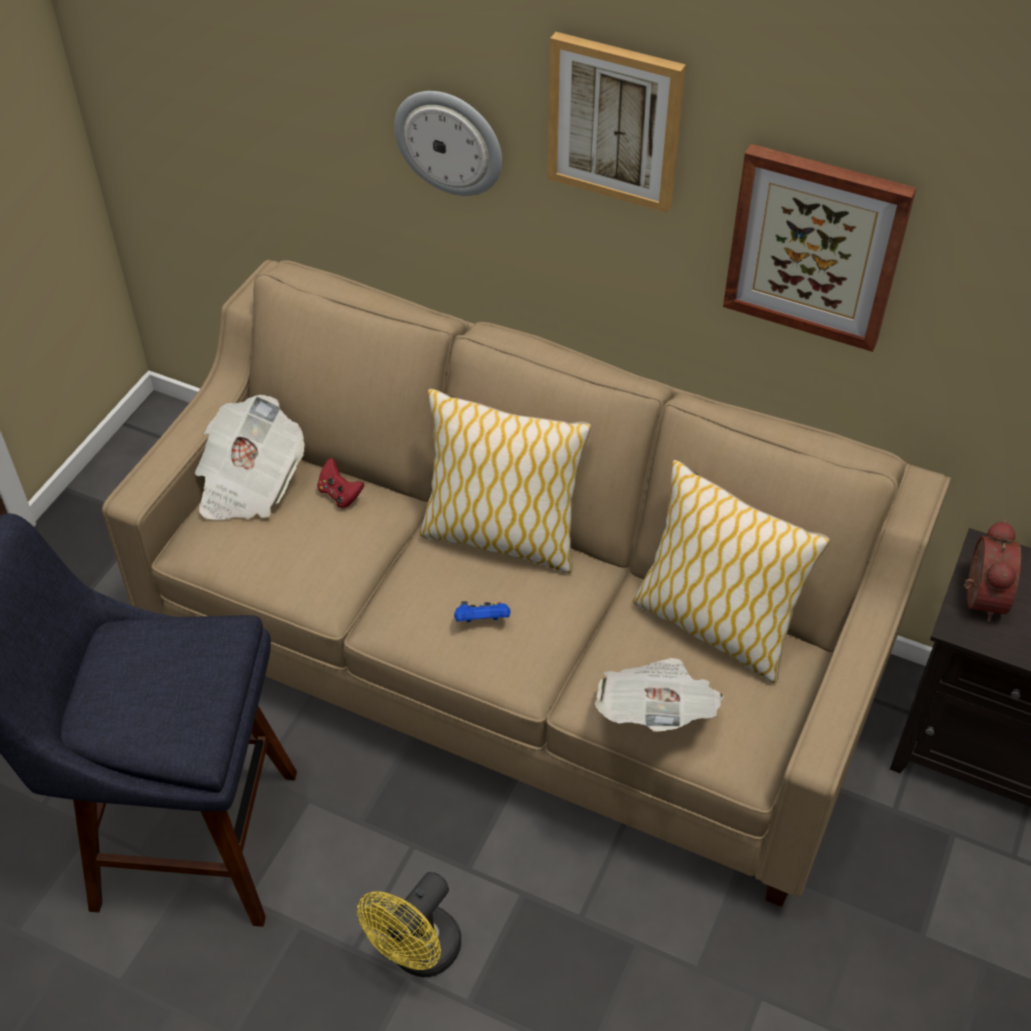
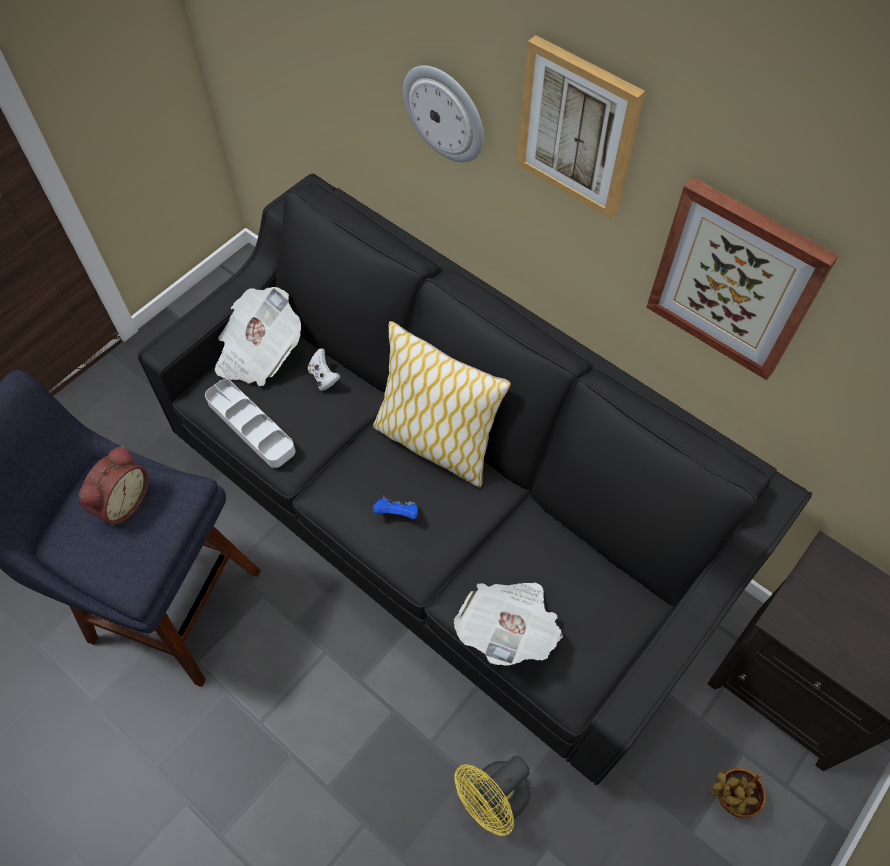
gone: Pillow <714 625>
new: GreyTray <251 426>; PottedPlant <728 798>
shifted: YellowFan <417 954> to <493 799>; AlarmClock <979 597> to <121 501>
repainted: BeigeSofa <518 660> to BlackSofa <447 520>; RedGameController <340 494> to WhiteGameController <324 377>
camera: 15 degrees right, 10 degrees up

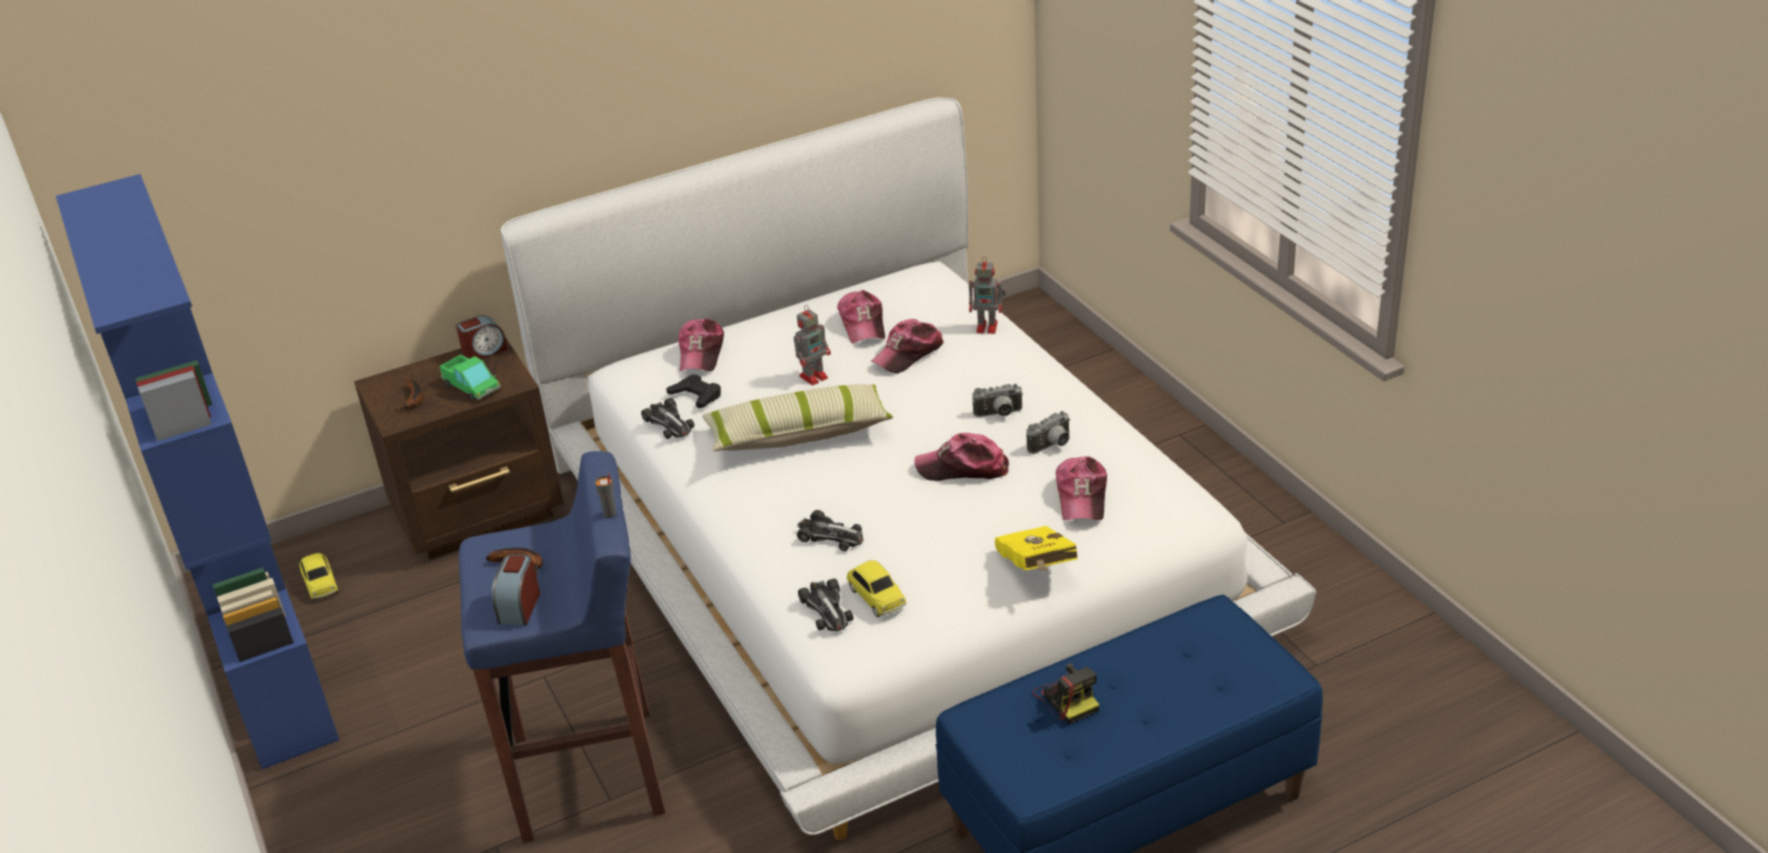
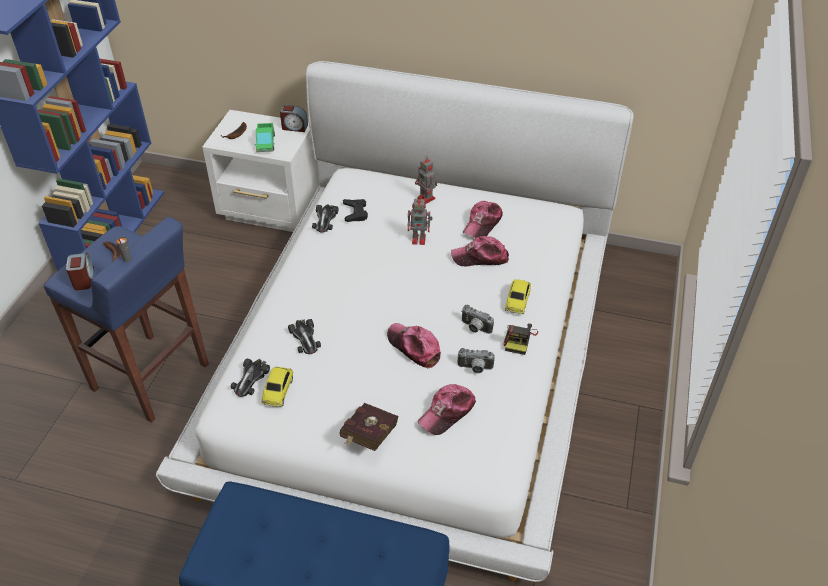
gone: Cap <701 353>; Pillow <798 434>
shifted: ToyCar <320 583> to <517 301>; ToyRobot <988 327> to <426 199>; PhotoCamera <1067 698> to <519 339>
repainted: BrownNightstand <481 514> to WhiteNightstand <270 210>; YellowBook <1036 569> to RedBook <368 437>
rotated: AlarmClock <519 606> = <84 278> 120 degrees clockwise
camera: 40 degrees right, 10 degrees up

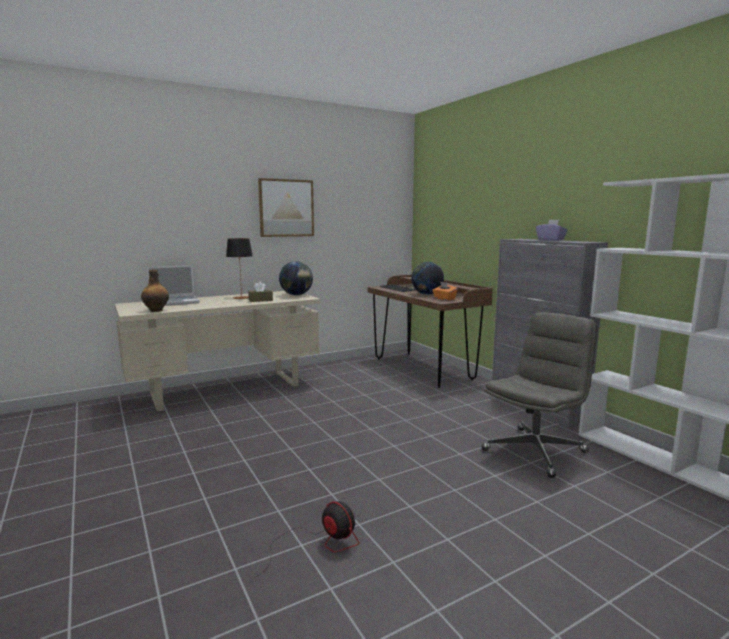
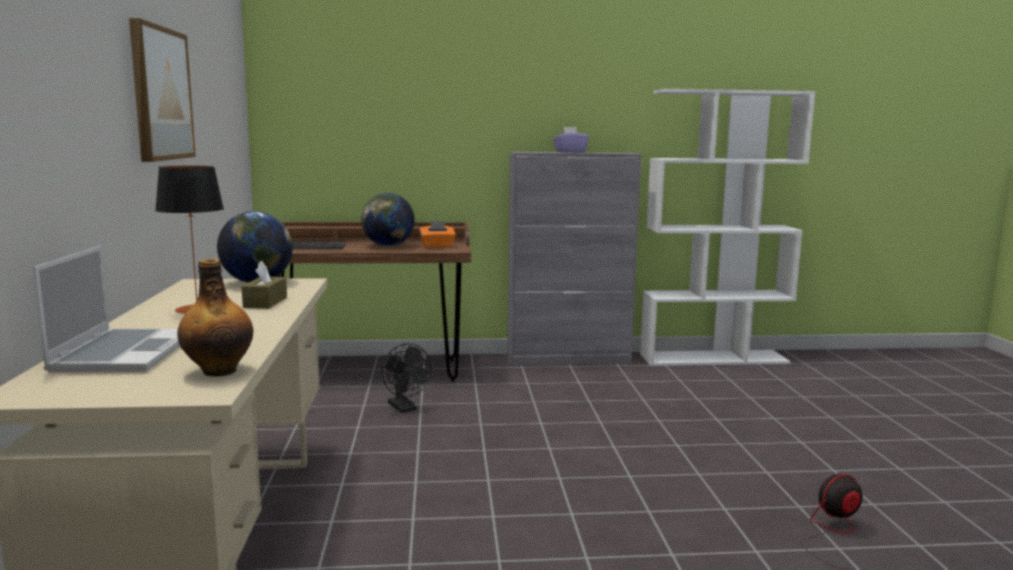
gone: GreyOfficeChair <535 451>
new: BlackFan <405 408>
camera: 65 degrees left, 0 degrees up

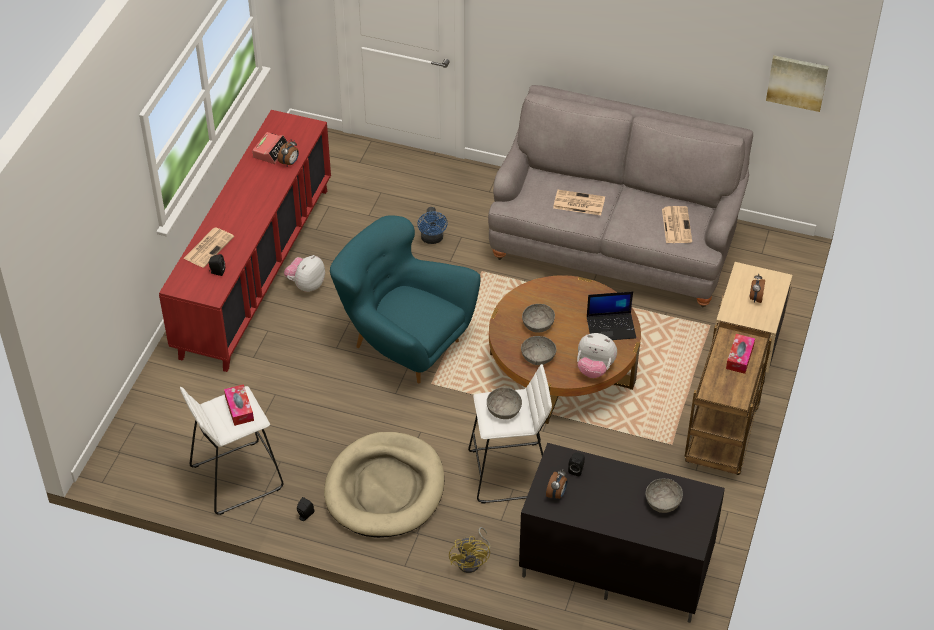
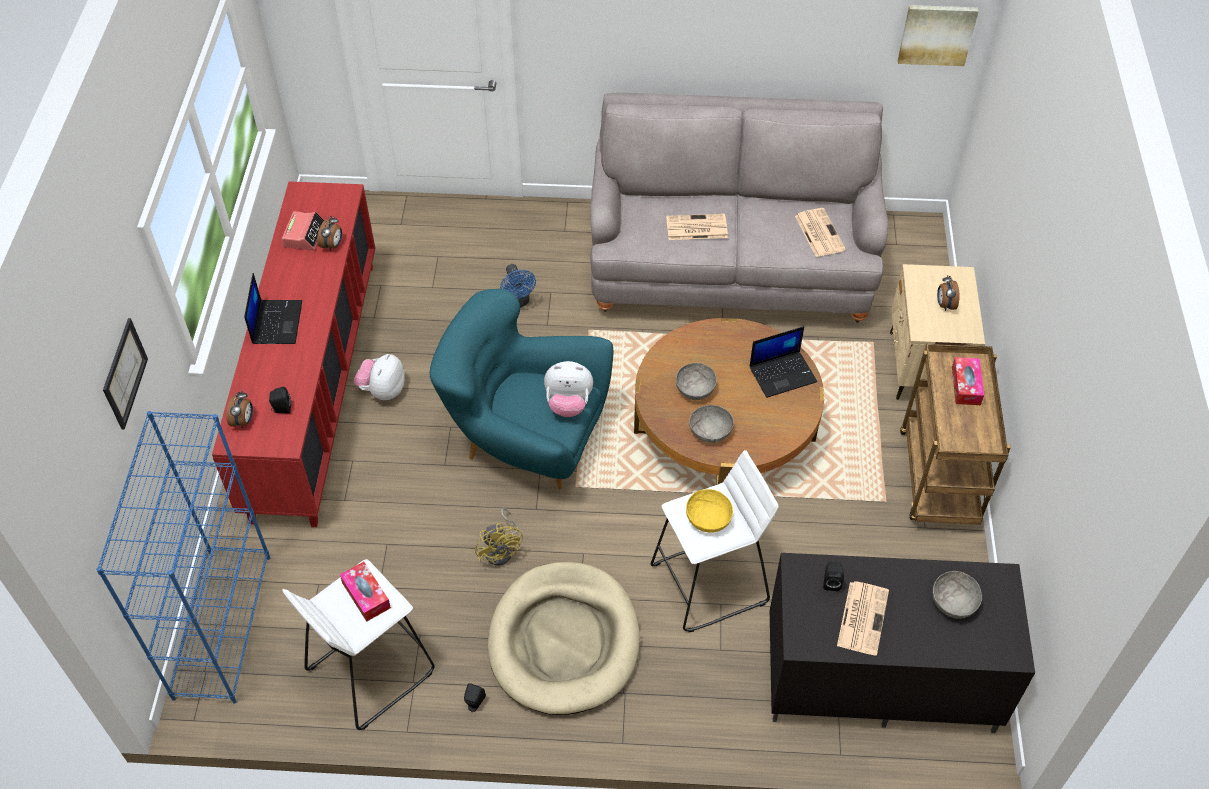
new: BlueBookcase <222 625>; Picture <124 373>; Laptop <276 322>
shifted: Newspaper <209 247> to <862 617>; YellowFan <472 561> to <502 550>; AlarmClock <556 494> to <243 421>; PlushToy <594 368> to <568 404>
repainted: GreyBowl <504 410> to YellowBowl <708 518>
camera: 15 degrees left, 5 degrees up

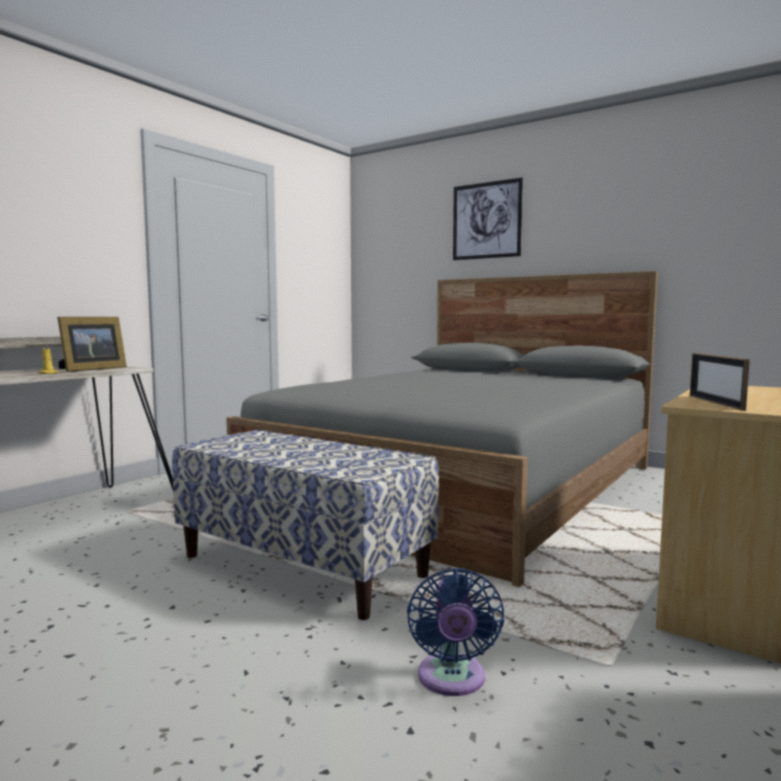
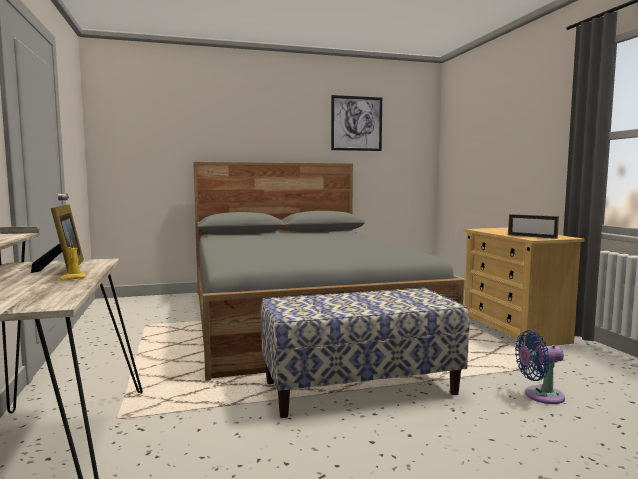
shifted: Picture <486 220> to <356 123>
rotated: BlueFan <451 680> = <540 396> 135 degrees clockwise
camera: 50 degrees left, 0 degrees up

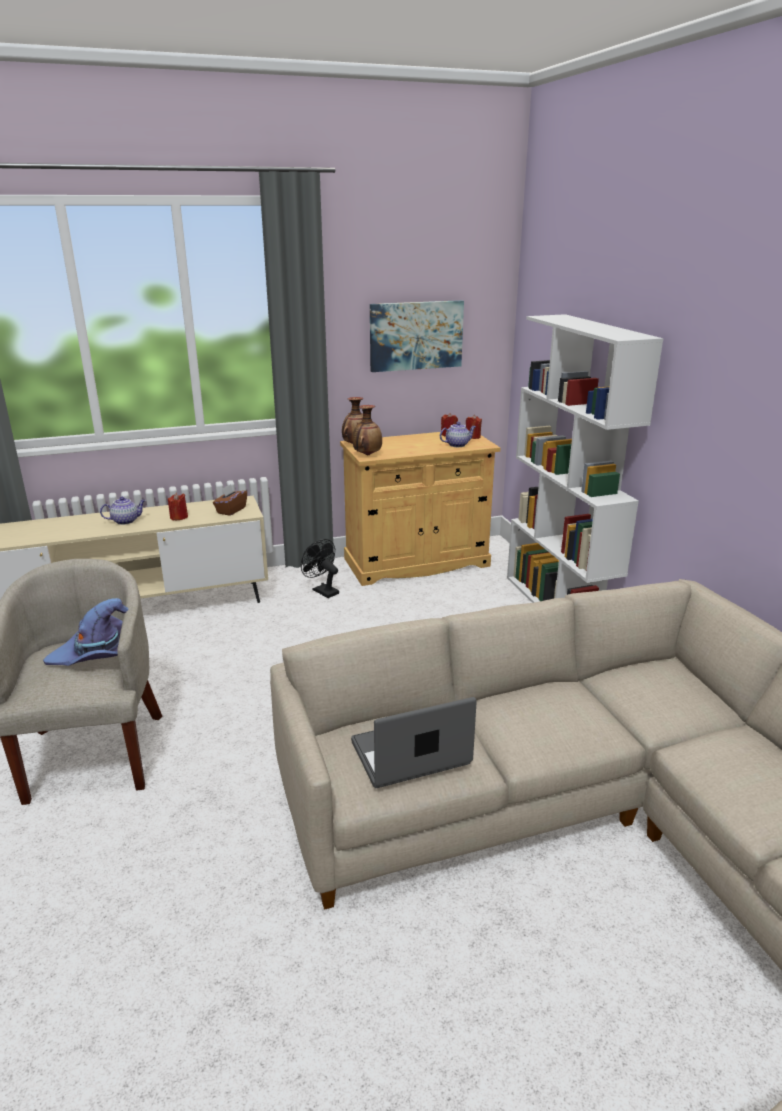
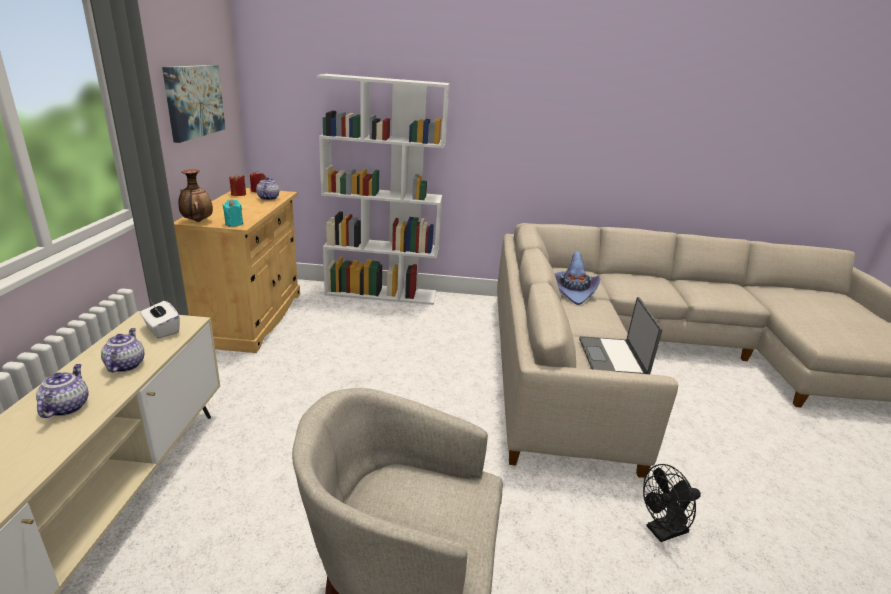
shifted: PurpleHat <97 655> to <573 291>; BlackFan <322 591> to <662 532>
swapped: RedCandle <179 517> to Teapot <125 365>; Vase <367 455> to TurquoiseCandle <234 224>
repainted: BrownTissueBox <231 510> to WhiteTissueBox <162 330>
camera: 70 degrees left, 0 degrees up

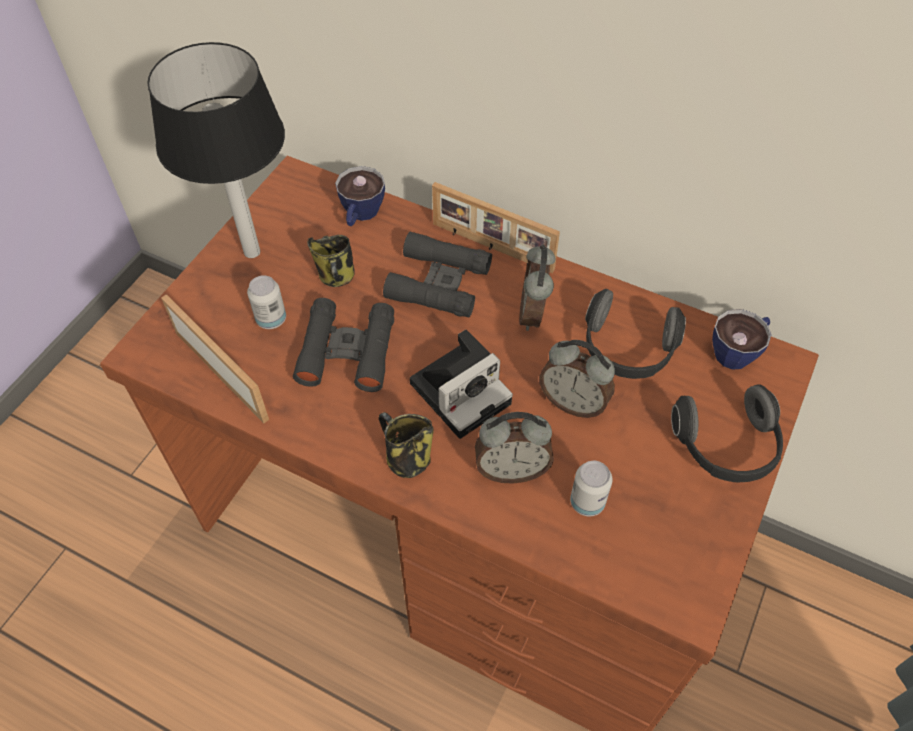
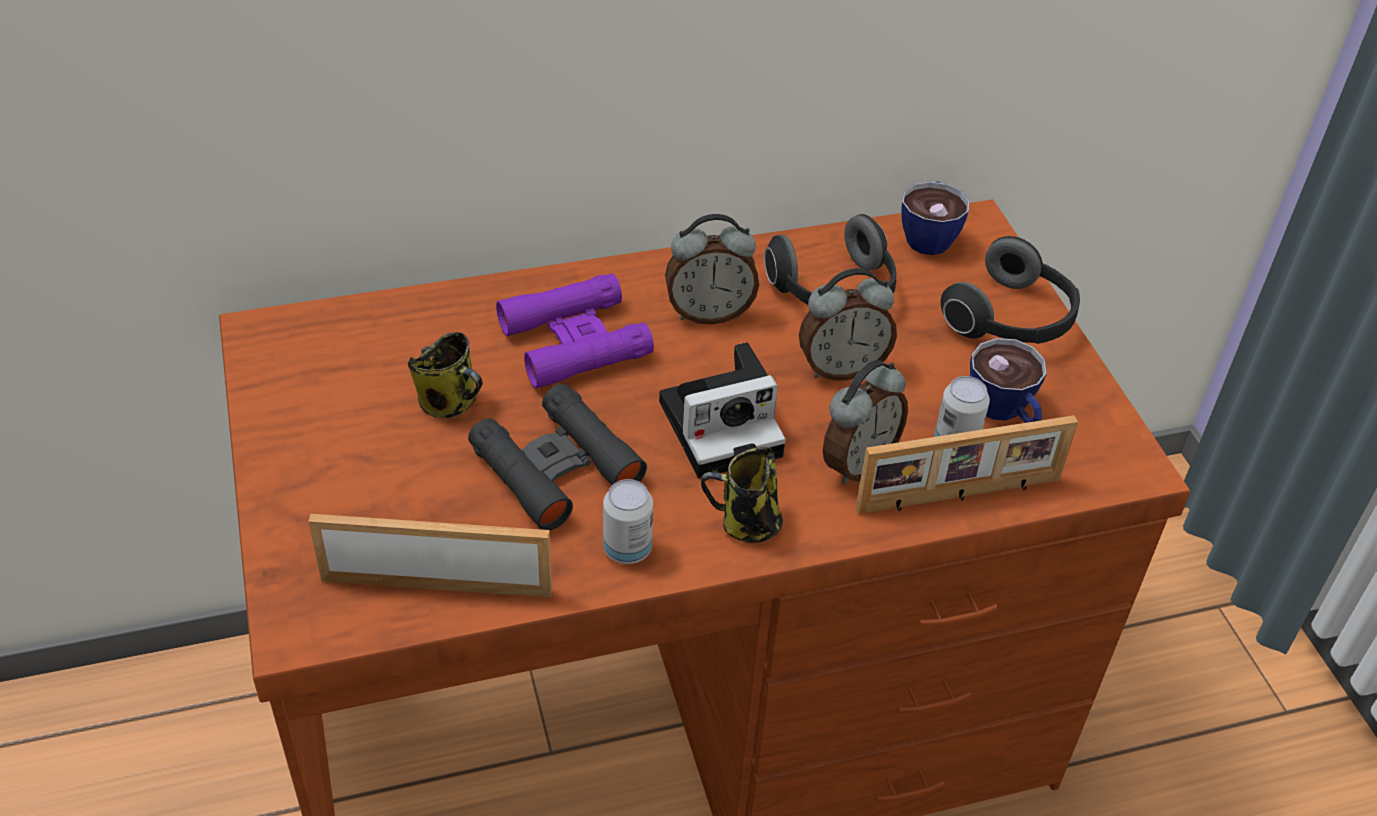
gone: TableLamp <253 251>
shifted: Can <271 319> to <627 549>; Cup <360 215> to <1005 412>; PictureFrame <491 248> to <959 496>
repainted: BlackBinoculars <438 283> to PurpleBinoculars <574 341>
rotated: PhotoCamera <462 390> = <724 426> 60 degrees clockwise; AlarmClock <534 314> = <709 313> 60 degrees counterclockwise
camera: 45 degrees left, 10 degrees down

